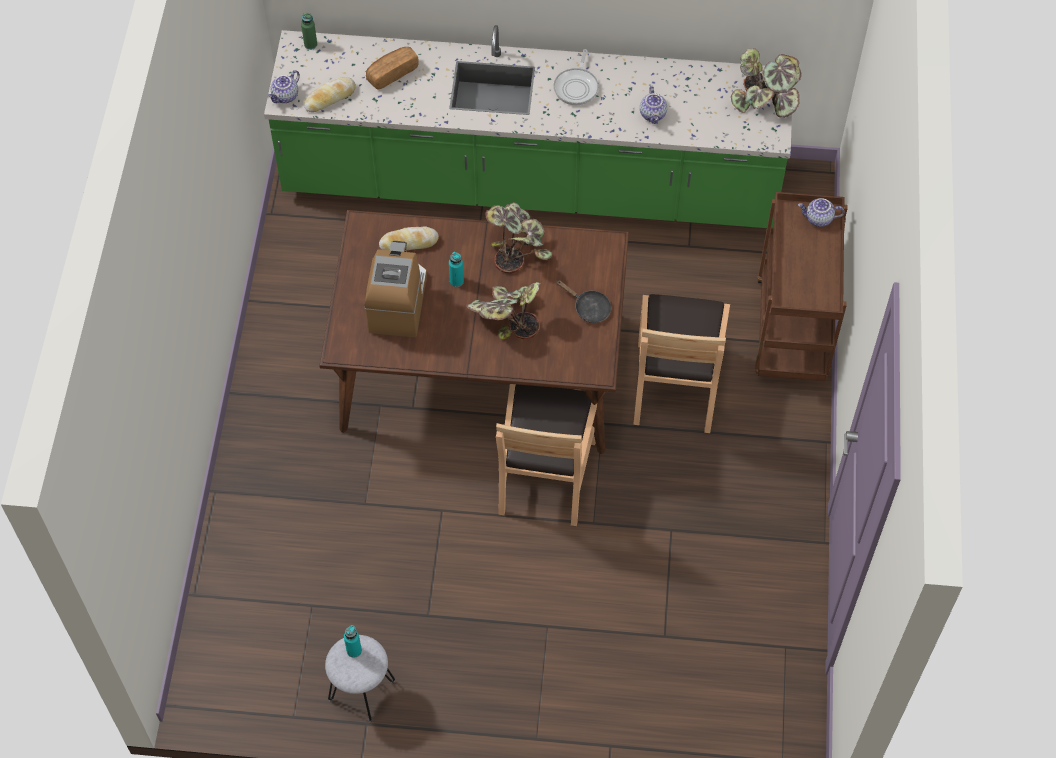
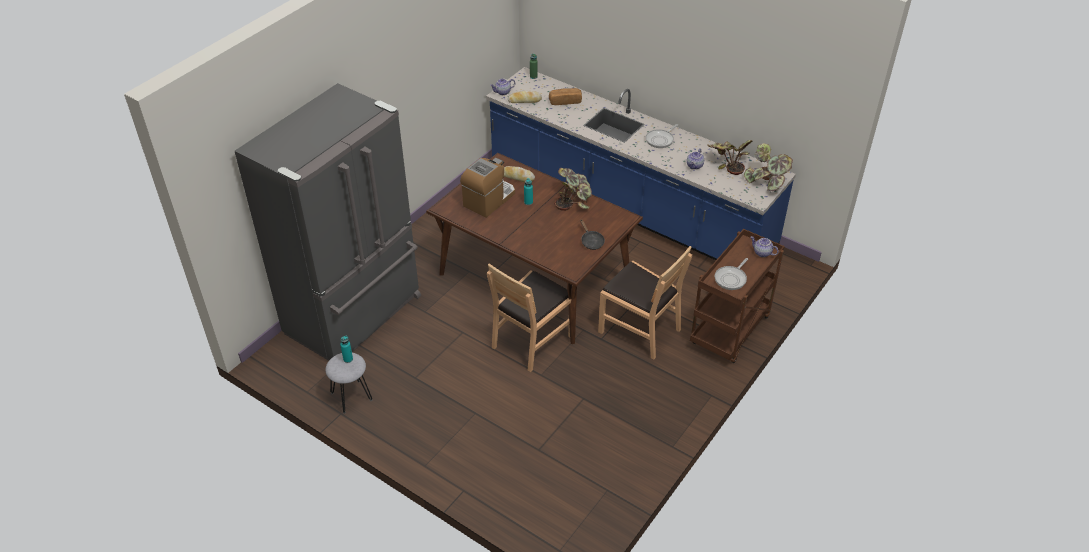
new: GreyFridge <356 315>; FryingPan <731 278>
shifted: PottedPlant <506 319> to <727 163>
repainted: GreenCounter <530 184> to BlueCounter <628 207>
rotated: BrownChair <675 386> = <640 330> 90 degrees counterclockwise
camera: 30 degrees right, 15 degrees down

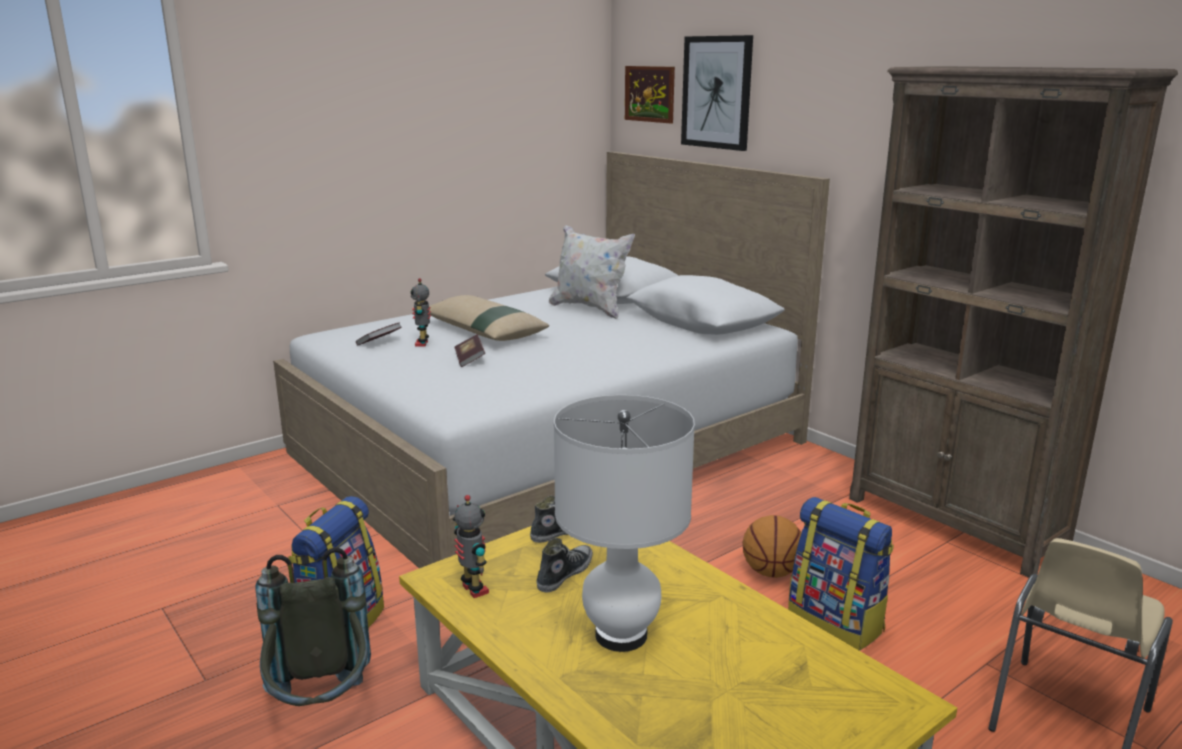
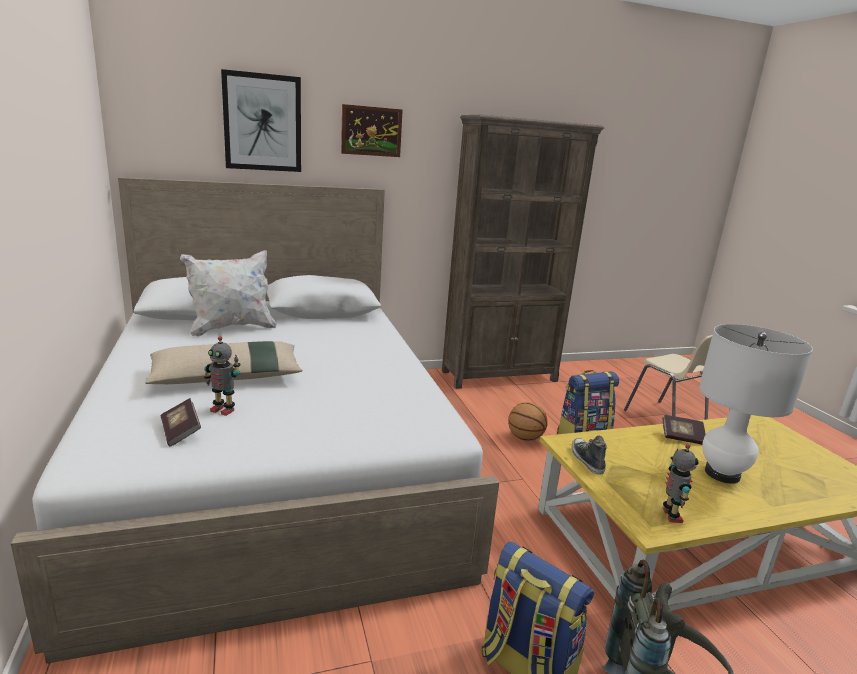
gone: Shoe <564 574>
shifted: Book <470 359> to <682 437>; Picture <649 94> to <371 131>
rotated: ToyRobot <473 590> = <670 515> 105 degrees clockwise
camera: 70 degrees left, 0 degrees up

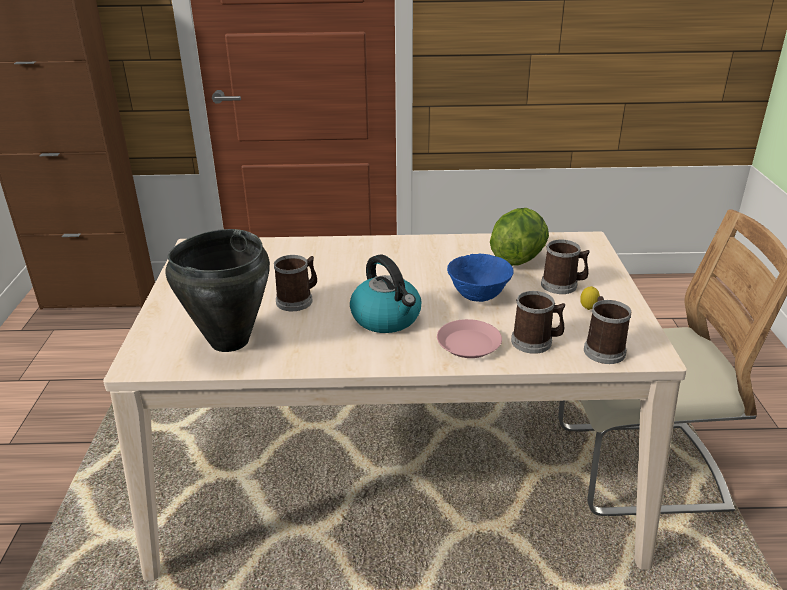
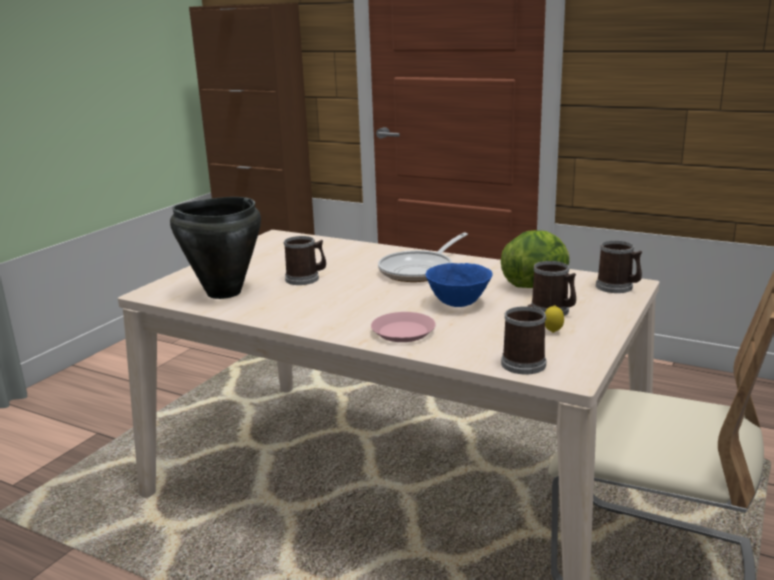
gone: Kettle <387 318>
new: FryingPan <420 270>
shifted: Mug <536 342> to <618 287>
camera: 30 degrees right, 10 degrees down

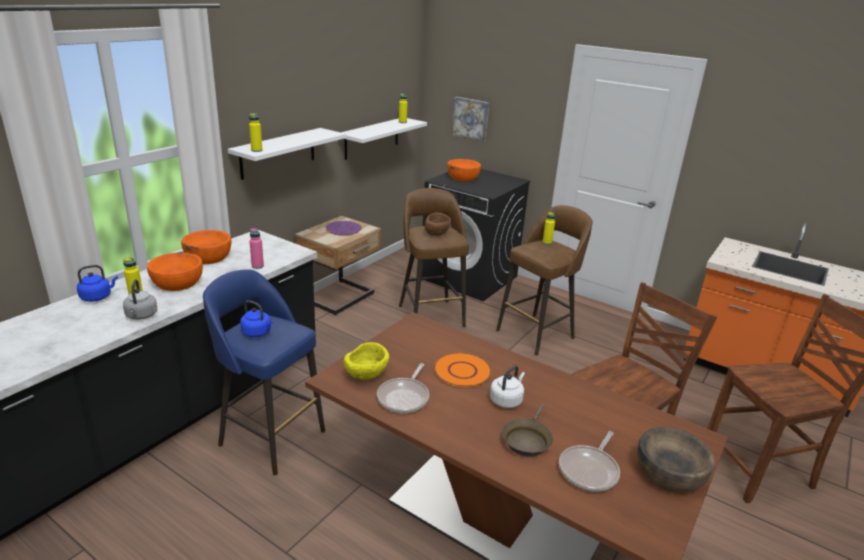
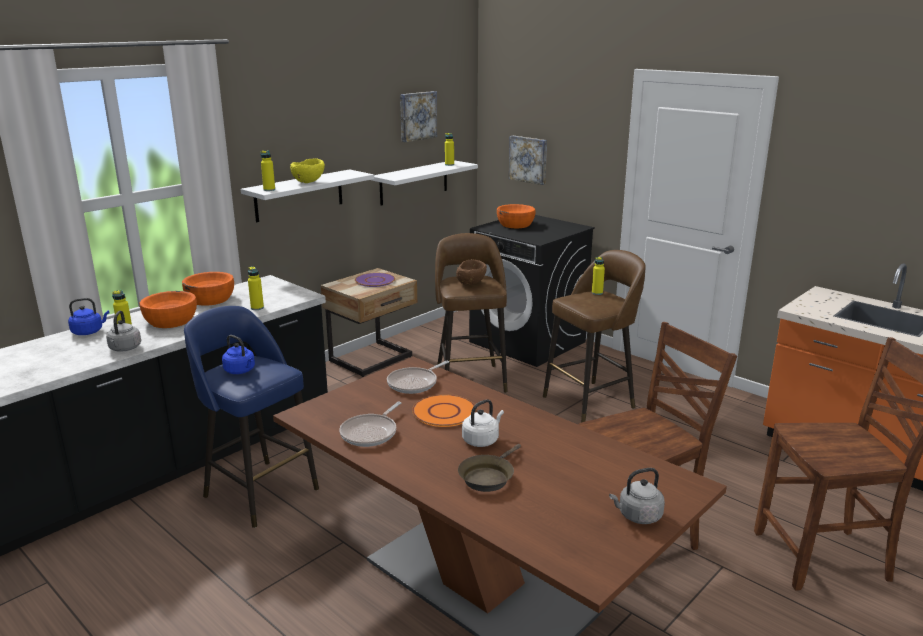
new: Picture <417 116>
shifted: YellowBowl <366 376> to <308 183>; FryingPan <589 470> to <415 383>
swapped: BrownBowl <669 474> to GreyKettle <637 516>
repainted: PinkBottle <257 266> to YellowBottle <257 308>
camera: 10 degrees right, 5 degrees down

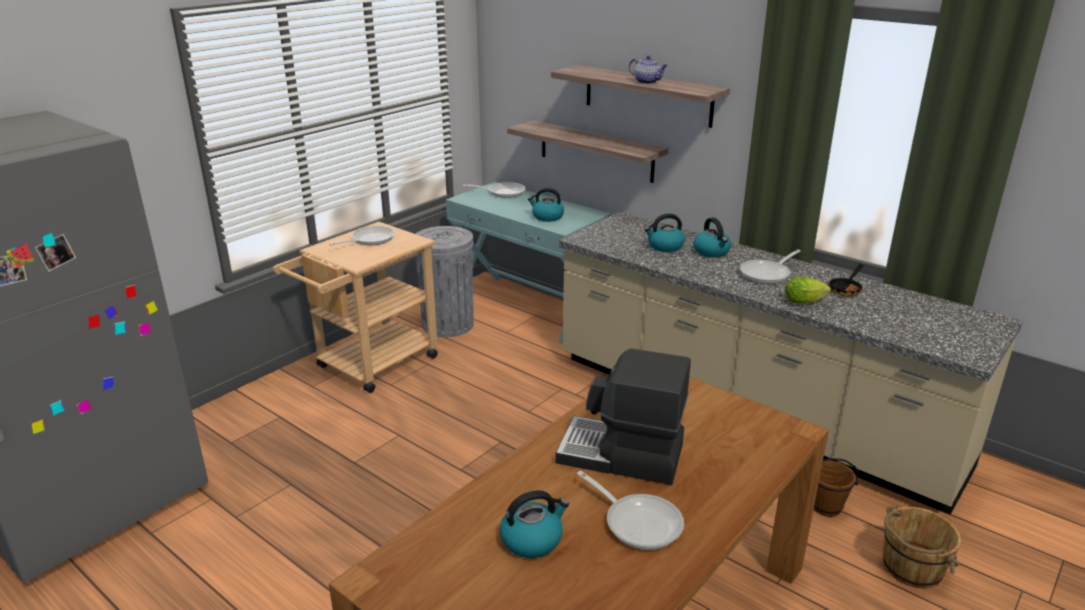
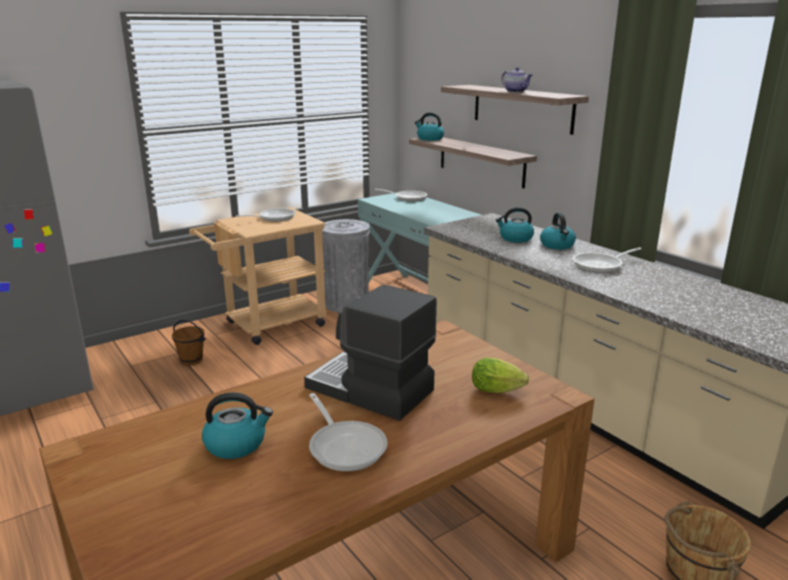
gone: FryingPan <846 289>
shifted: Kettle <547 217> to <429 139>; Lettuce <806 302> to <499 391>; BrownBucket <826 507> to <192 360>
camera: 15 degrees right, 5 degrees down

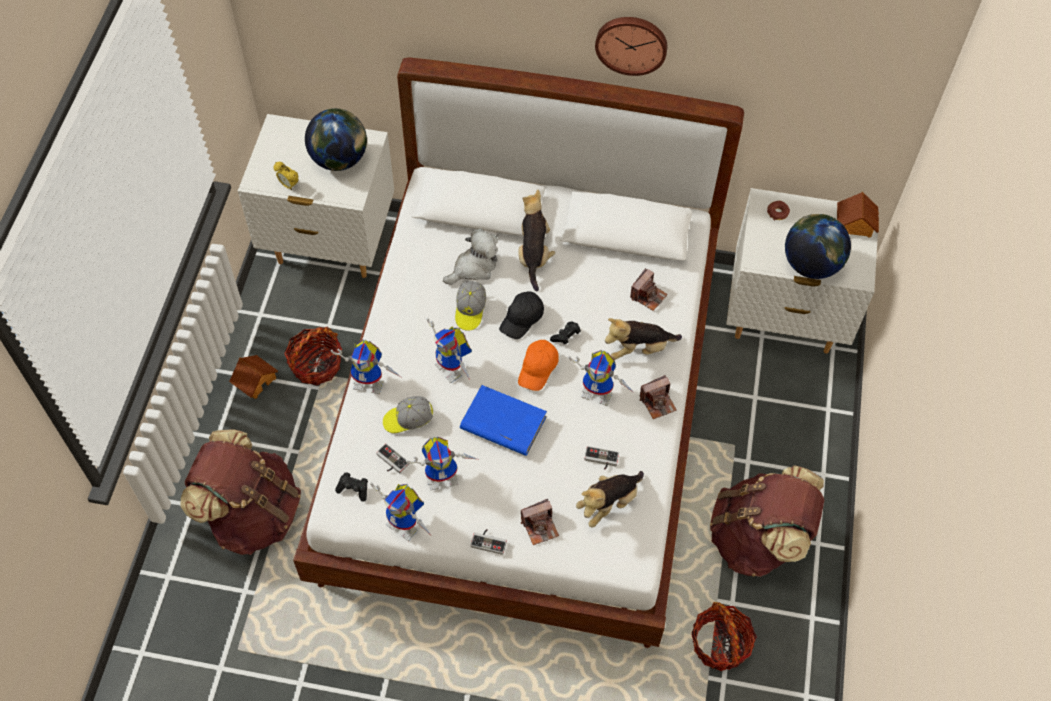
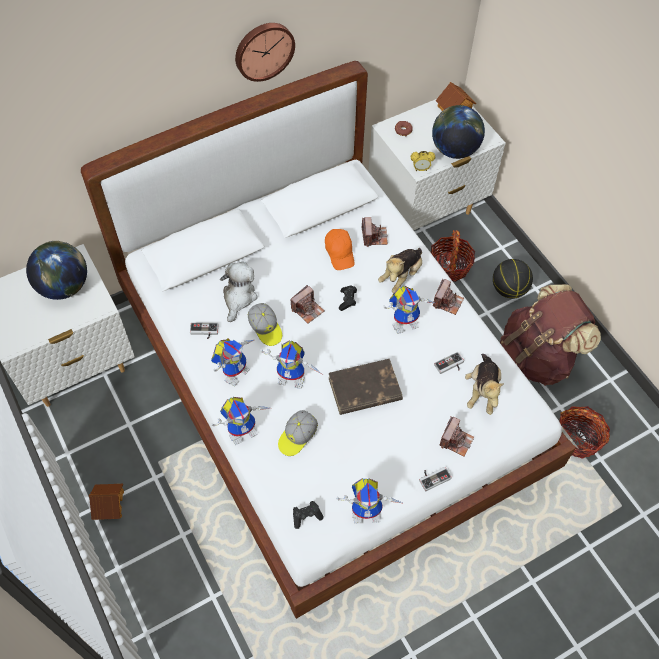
gone: BrownBackpack <252 514>; PlushToy <534 254>
new: Basketball <509 289>
shifted: AlarmClock <289 185> to <421 169>; Basket <316 365> to <450 266>; GameController <390 462> to <204 332>; ToyRobot <444 476> to <235 371>; OrangeCap <538 369> to <340 253>
swapped: BlackCap <522 319> to PhotoCamera <307 309>
repainted: BlueBook <502 423> to BrownBook <364 389>
camera: 40 degrees left, 0 degrees up

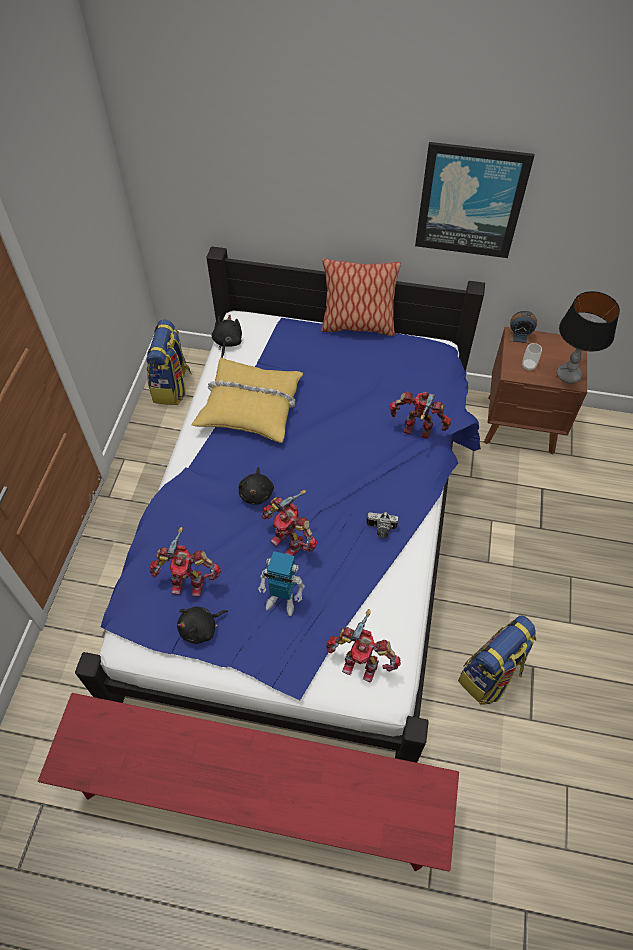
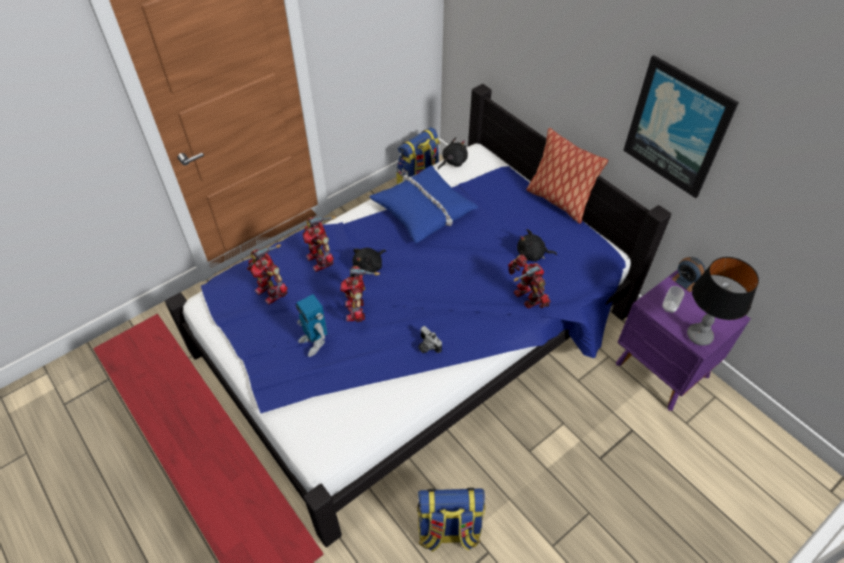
shifted: BlackPlushToy <201 628> to <532 254>; ToyRobot <361 663> to <320 260>
repainted: YellowPillow <250 406> to BluePillow <424 210>; BrownNightstand <521 426> to PurpleNightstand <661 371>
camera: 40 degrees right, 5 degrees down

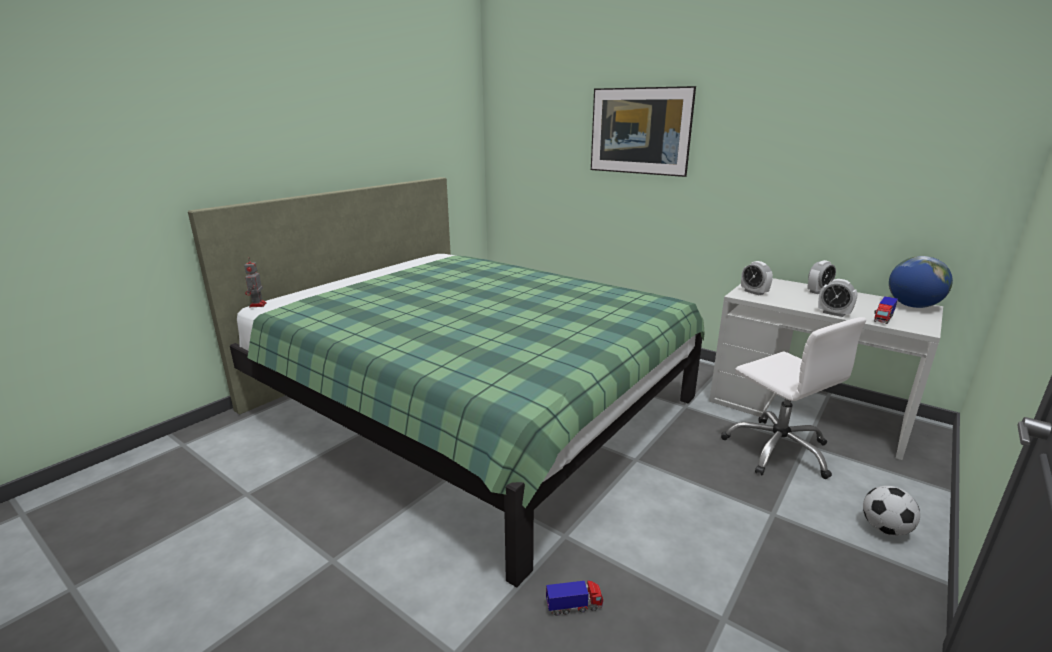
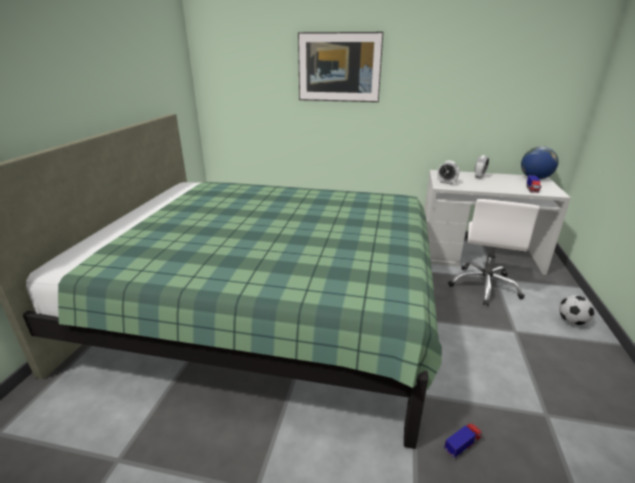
gone: ToyRobot <257 305>; AlarmClock <834 313>
rotated: WhiteOfficeChair <778 450> = <484 286> 75 degrees clockwise
camera: 25 degrees left, 5 degrees up

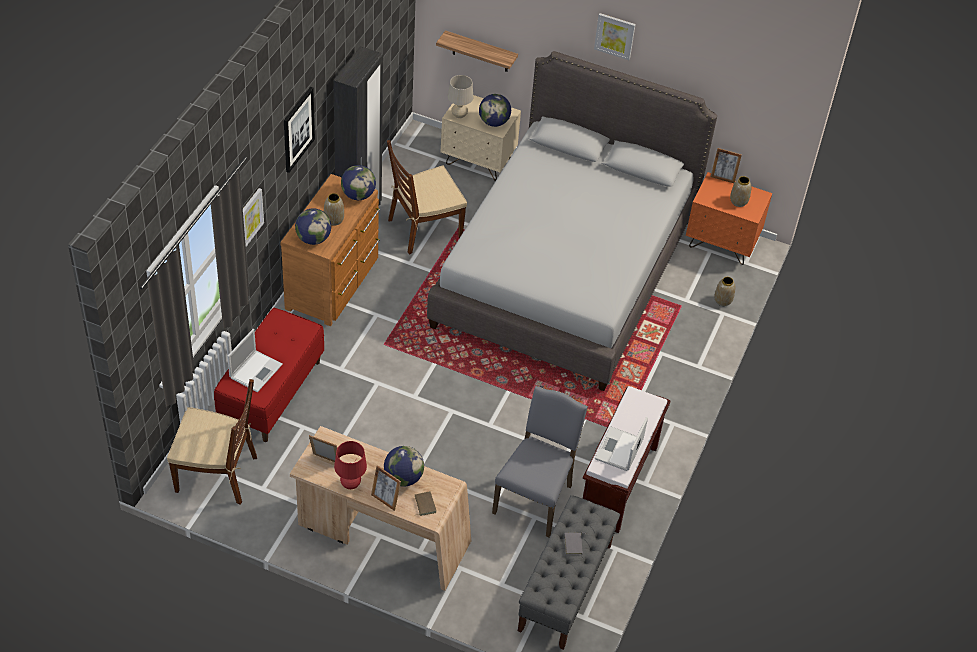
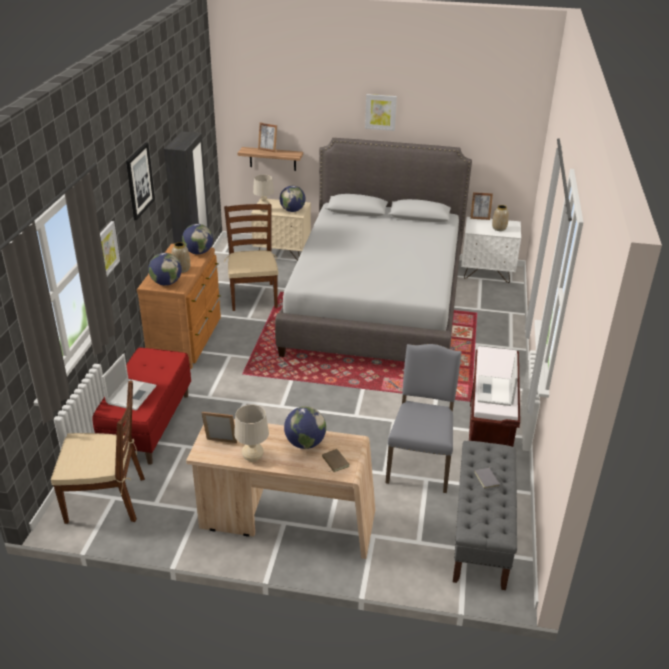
gone: Vase <722 300>
shifted: PictureFrame <385 500> to <267 150>
repainted: RedTableLamp <350 484> to BeigeTableLamp <253 458>; OrangeNightstand <721 244> to WhiteNightstand <487 273>
rotated: BrownChair <424 229> = <253 296> 120 degrees clockwise
camera: 10 degrees left, 15 degrees down

